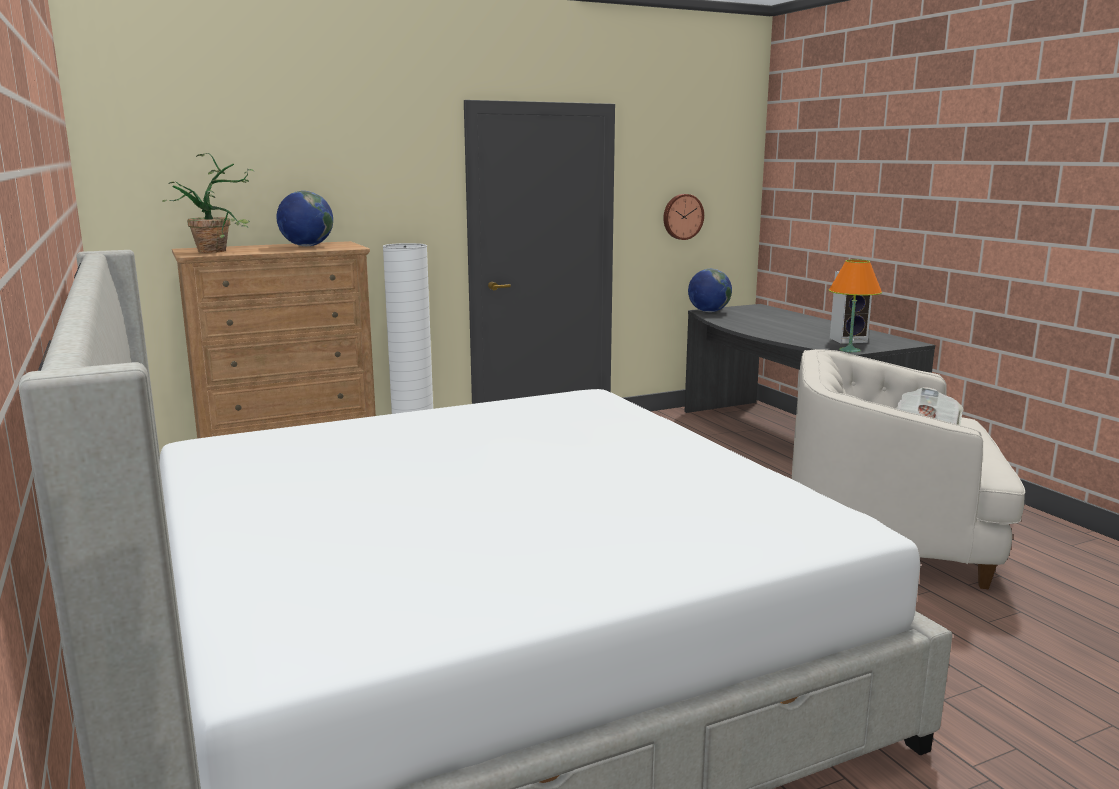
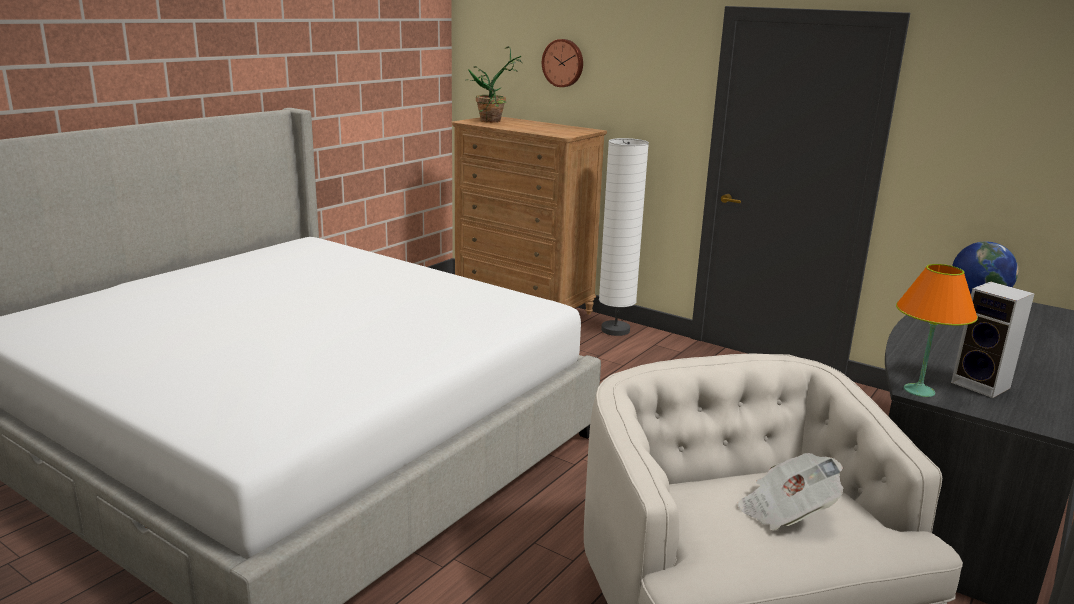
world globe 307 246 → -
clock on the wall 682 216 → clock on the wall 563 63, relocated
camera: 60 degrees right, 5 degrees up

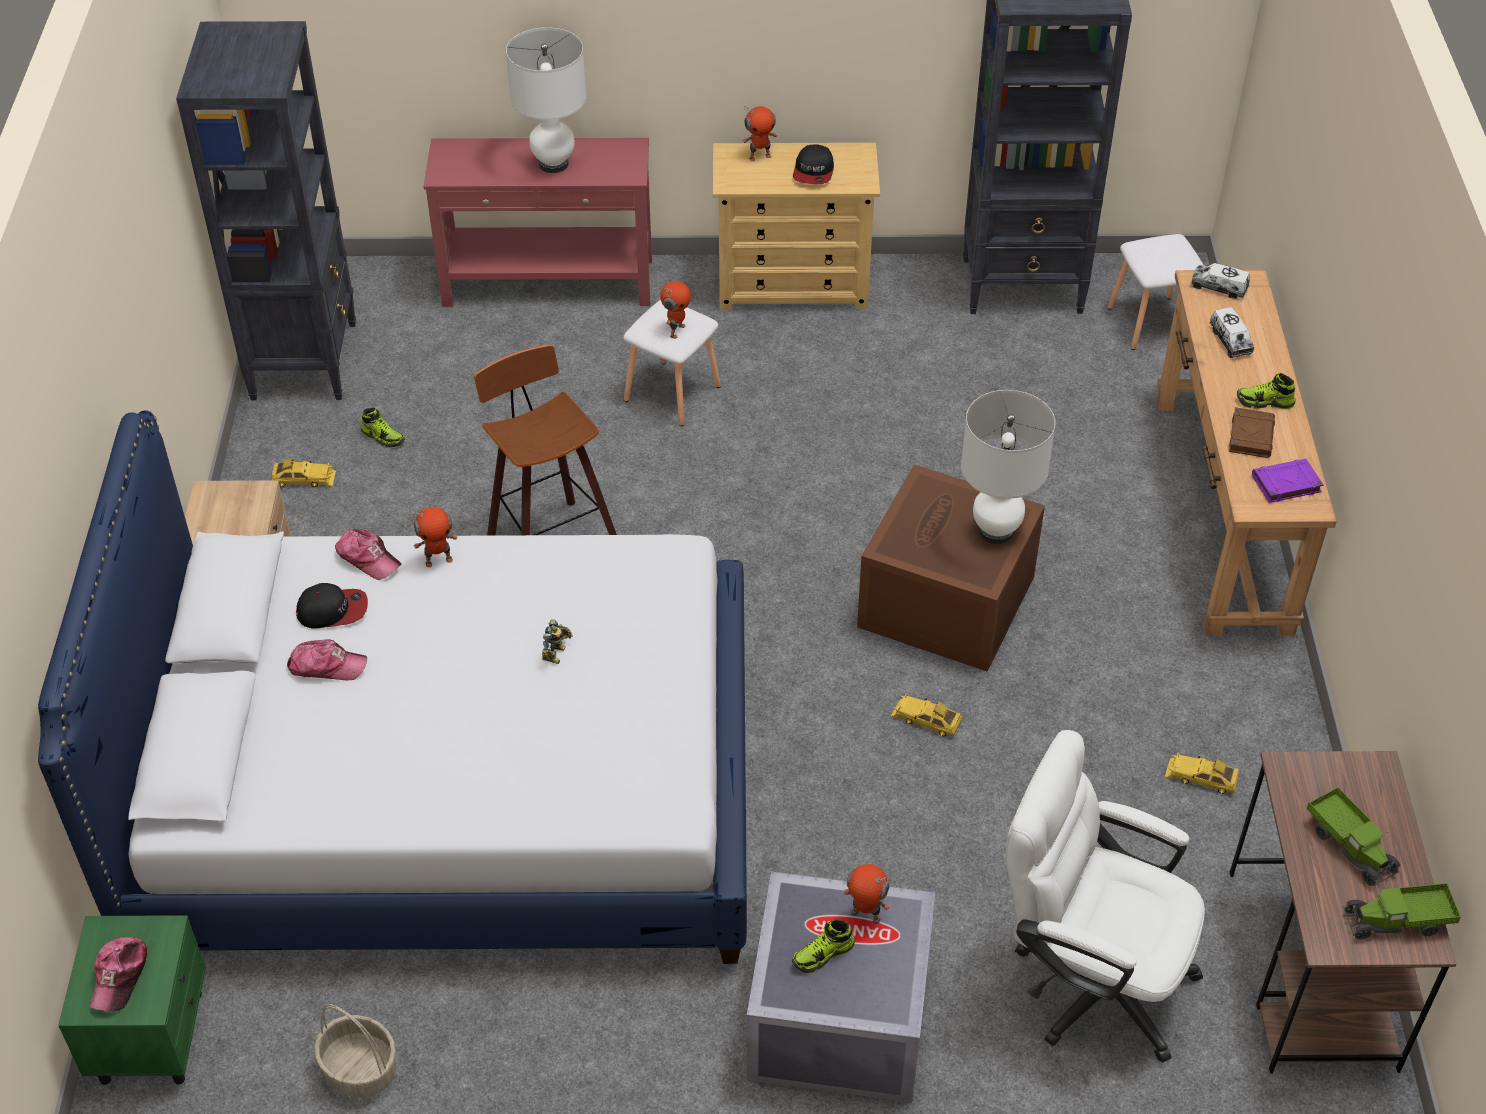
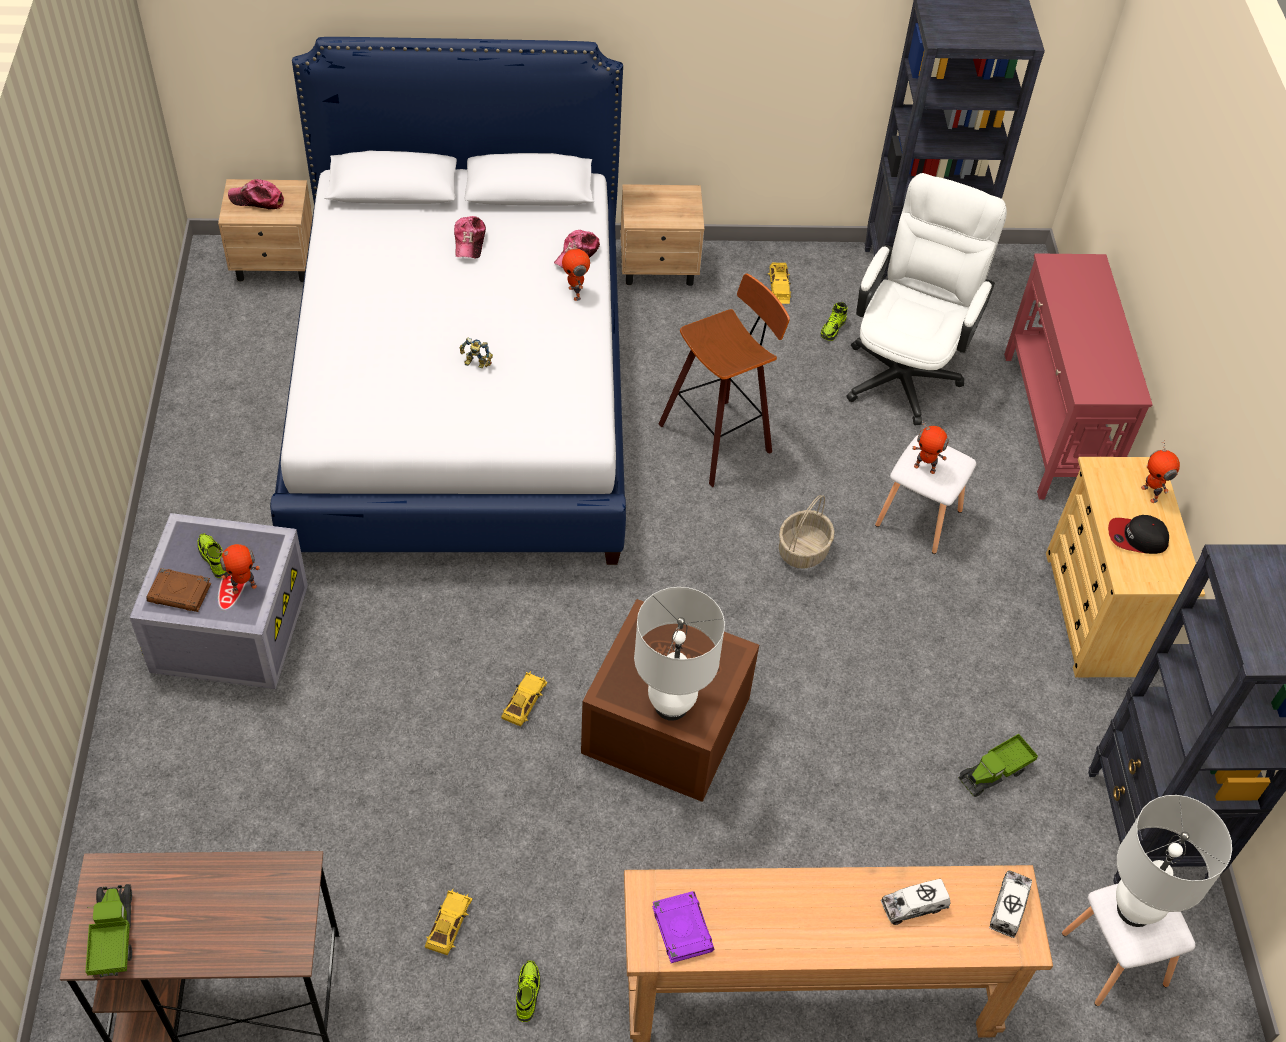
white tabletop lamp 553 164 → white tabletop lamp 1134 910, relocated
low shoe 1264 402 → low shoe 527 993, relocated
brown book 1250 436 → brown book 180 593, relocated
peaked cap 333 610 → -
white computer chair 1087 978 → white computer chair 905 369, relocated
model truck 1350 845 → model truck 995 772, relocated
robot figure 865 917 → robot figure 244 586, 45 degrees clockwise
greenish nightstand 152 1034 → beige nightstand 275 263
household basket 359 1070 → household basket 803 550, relocated
camera: 85 degrees right, 5 degrees up

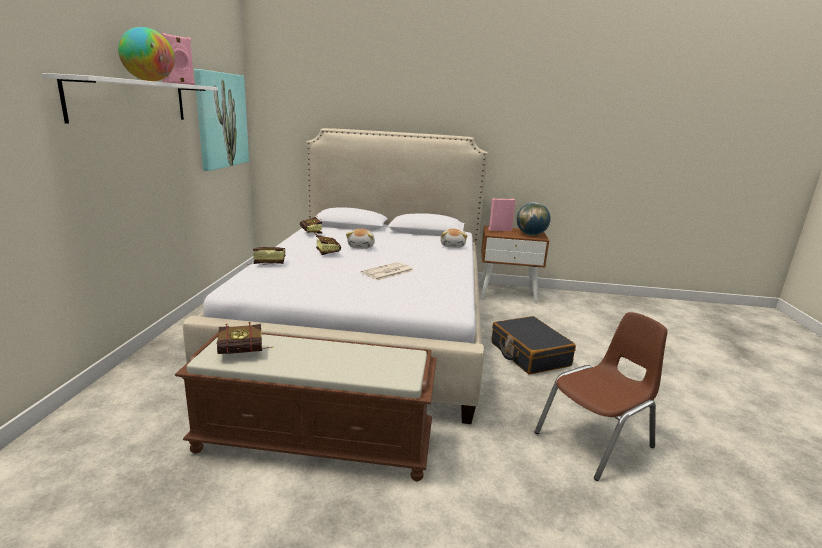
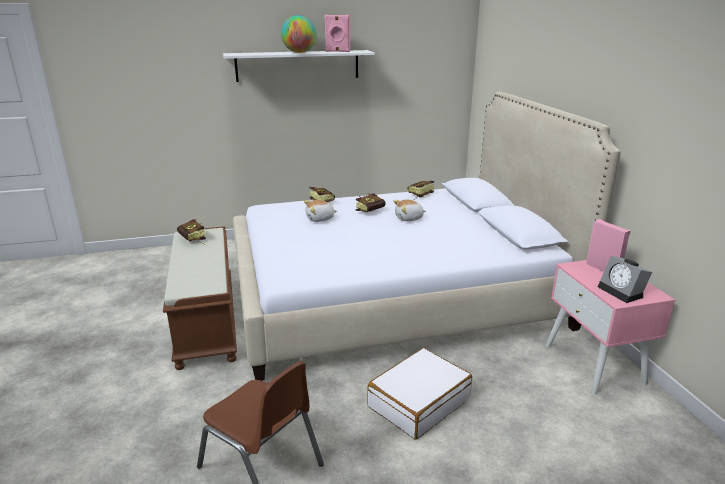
wall art 221 120 → -
world globe 531 234 → table clock 622 292
brown nightstand 507 293 → pink-coloured nightstand 594 363
plush toy 453 246 → plush toy 320 219, relocated
printed paper 387 272 → -
black travel case 529 354 → white travel case 418 402
camera: 70 degrees right, 5 degrees up

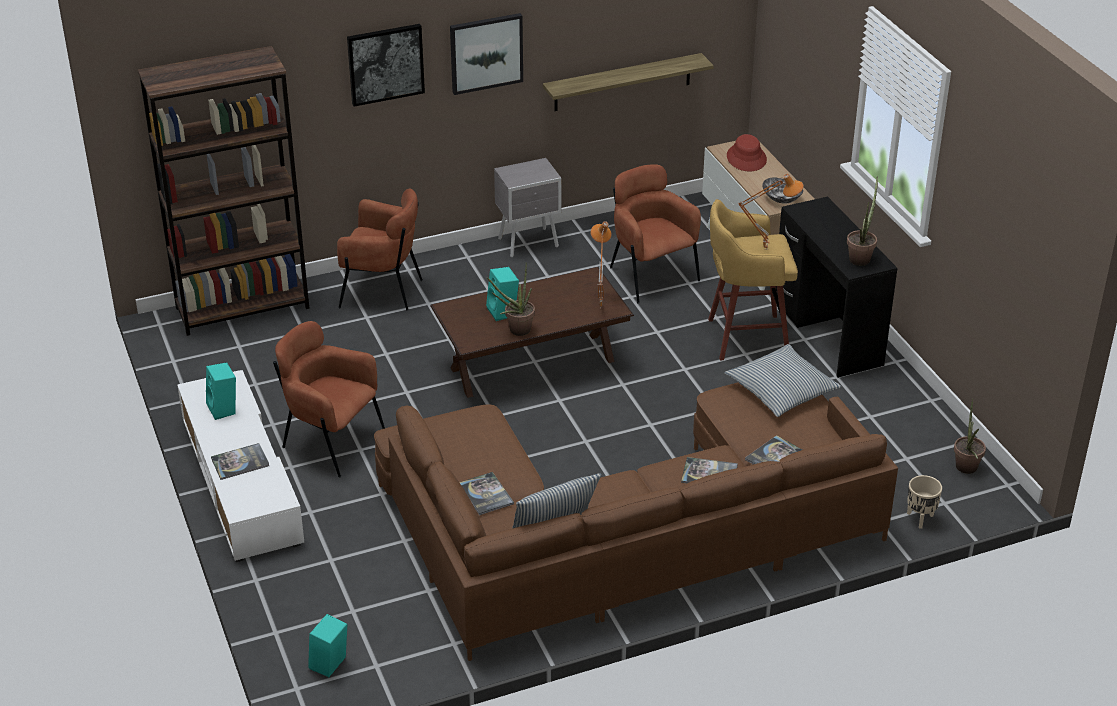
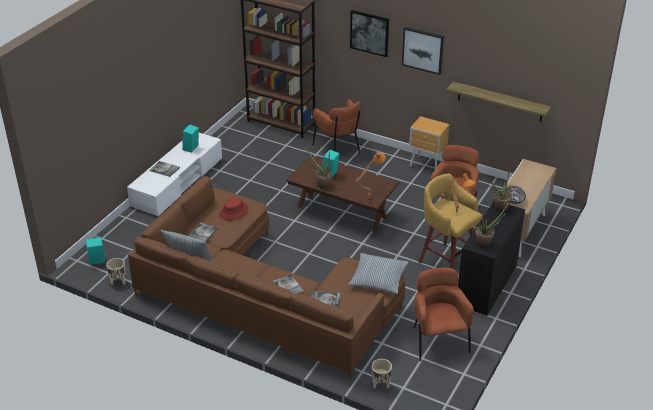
reddish hat 746 158 → reddish hat 234 212, relocated
gray nightstand 530 243 → brown nightstand 427 165
brown armchair 331 441 → brown armchair 437 340, relocated
potted plant 966 470 → potted plant 499 209, relocated
- → beige planter 118 282
camera: 50 degrees right, 0 degrees up

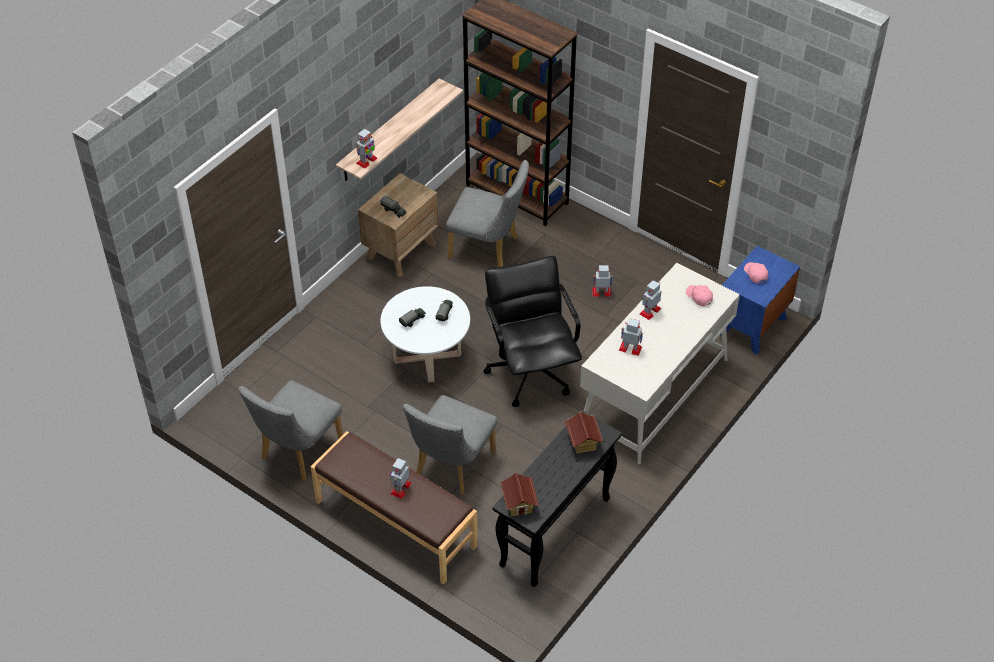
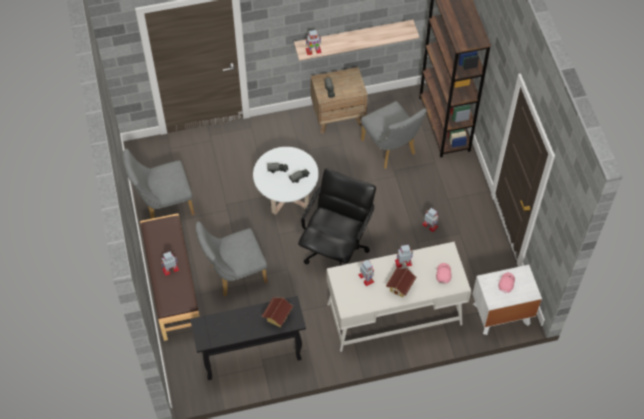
bluish nightstand 751 326 → white nightstand 501 314
miniature house 519 504 → miniature house 400 287, relocated
camera: 40 degrees right, 10 degrees up

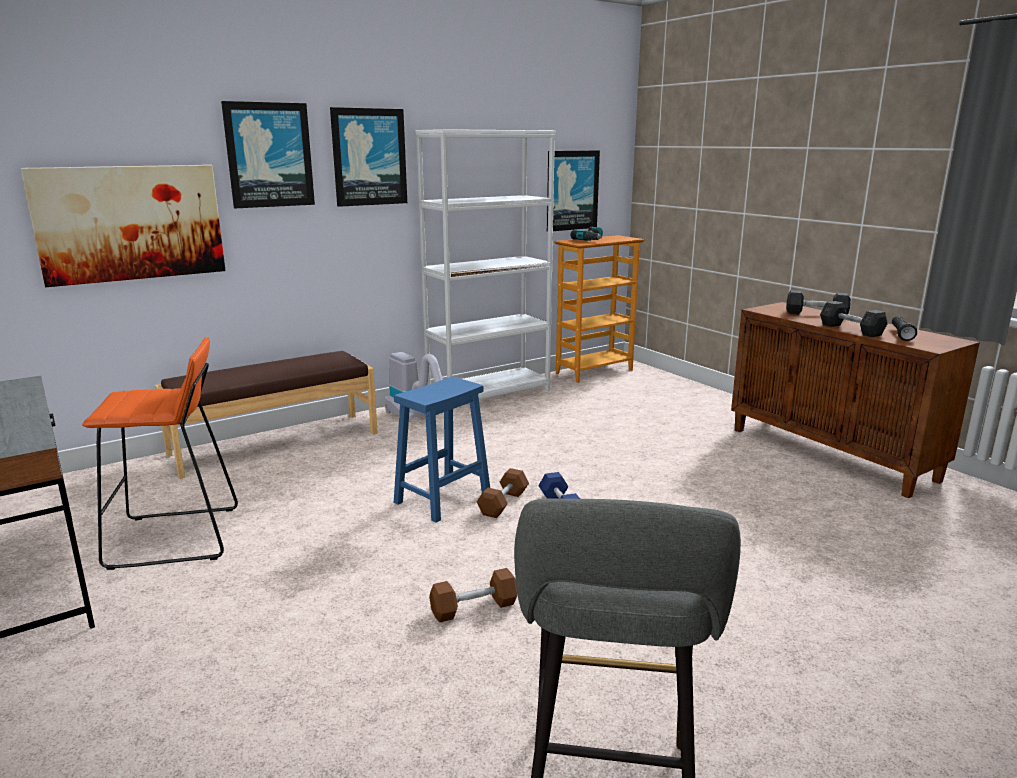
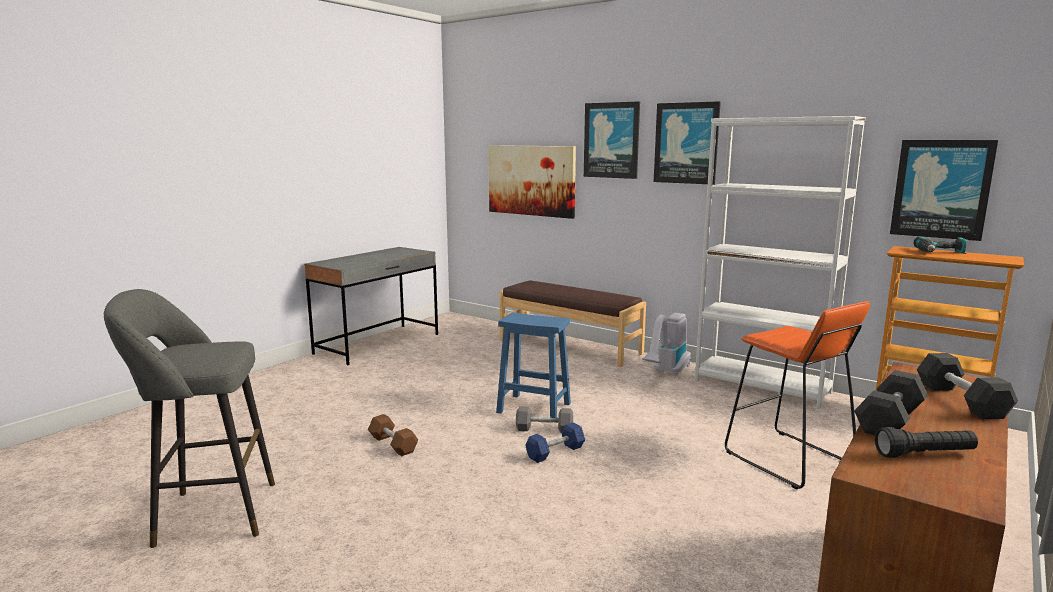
orangey stool 176 538 → orangey stool 788 459, relocated
brown dumbbell 503 503 → gray dumbbell 544 429
camera: 70 degrees right, 5 degrees down

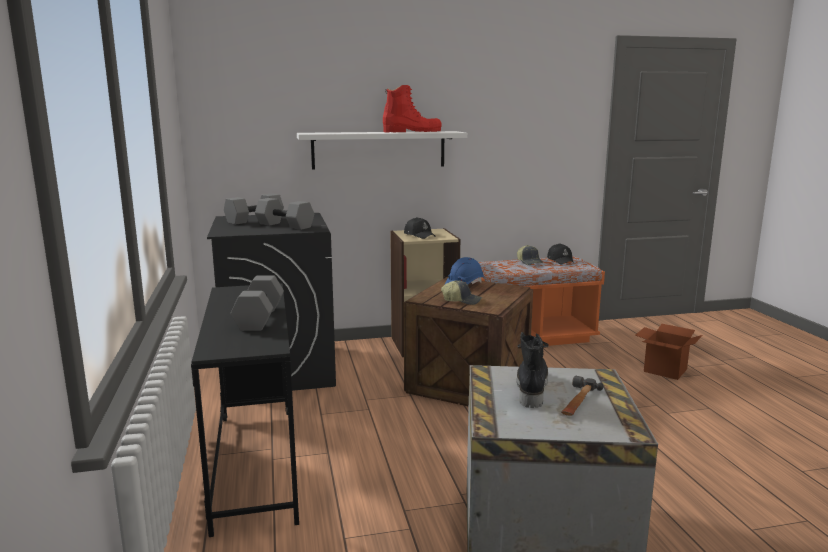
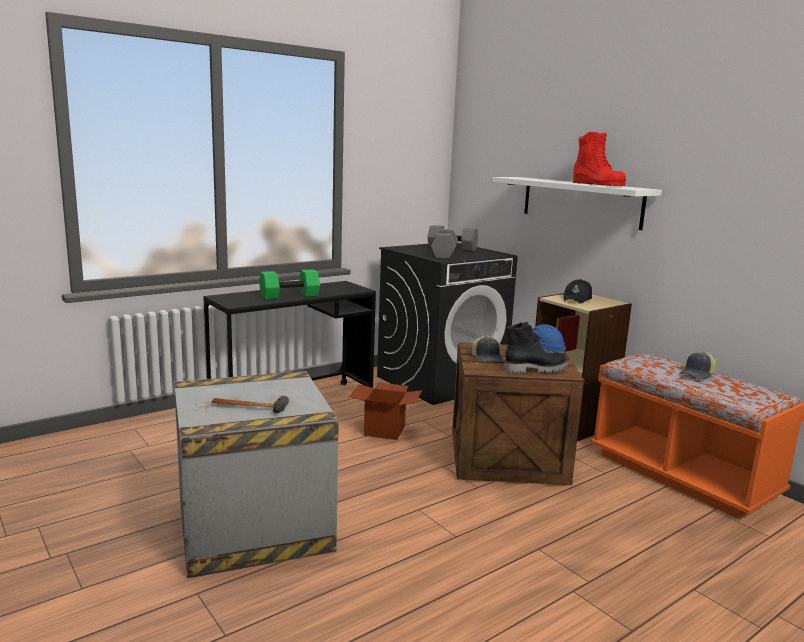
black peaked cap 560 260 → -
gray dumbbell 258 317 → greenish dumbbell 290 295
carton 665 370 → carton 384 430, relocated
black boot 530 388 → black boot 534 369, relocated
camera: 65 degrees right, 0 degrees up

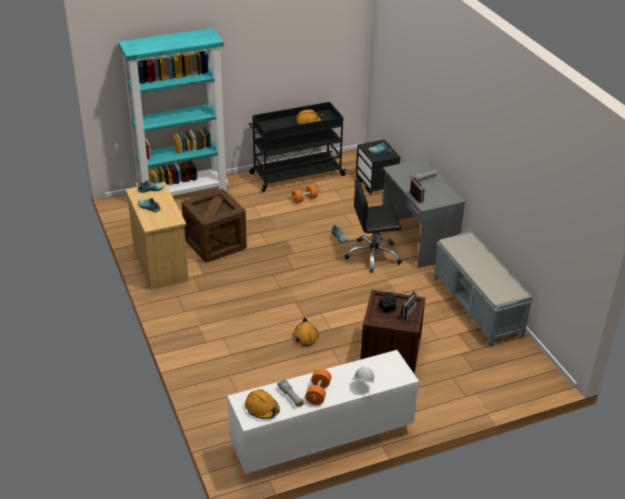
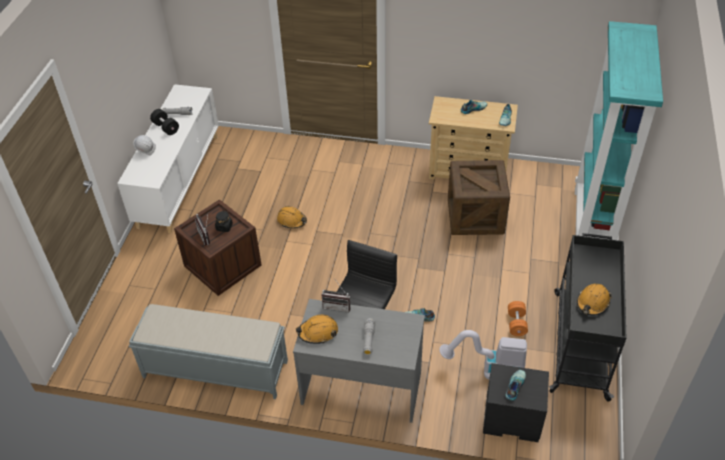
orangey dumbbell 318 393 → black dumbbell 166 128
orangey safety helmet 262 408 → orangey safety helmet 318 332, relocated
- → hoover 488 371
camera: 125 degrees right, 10 degrees up

